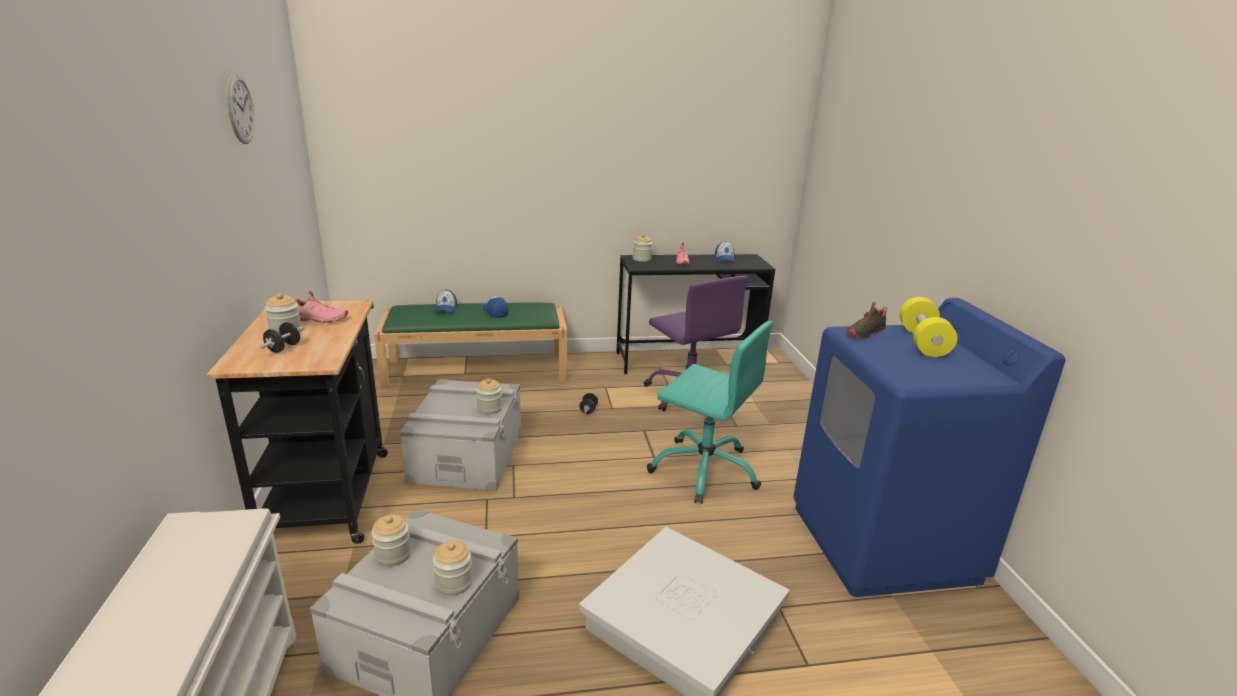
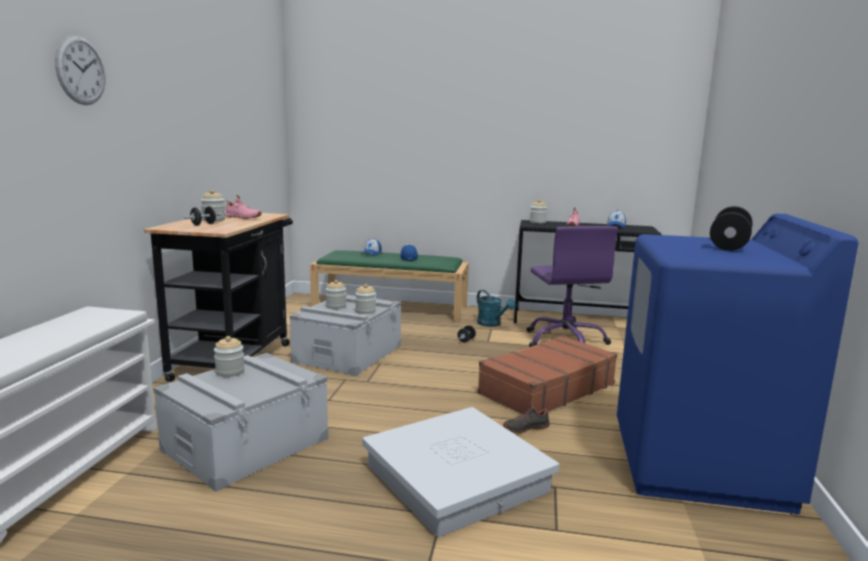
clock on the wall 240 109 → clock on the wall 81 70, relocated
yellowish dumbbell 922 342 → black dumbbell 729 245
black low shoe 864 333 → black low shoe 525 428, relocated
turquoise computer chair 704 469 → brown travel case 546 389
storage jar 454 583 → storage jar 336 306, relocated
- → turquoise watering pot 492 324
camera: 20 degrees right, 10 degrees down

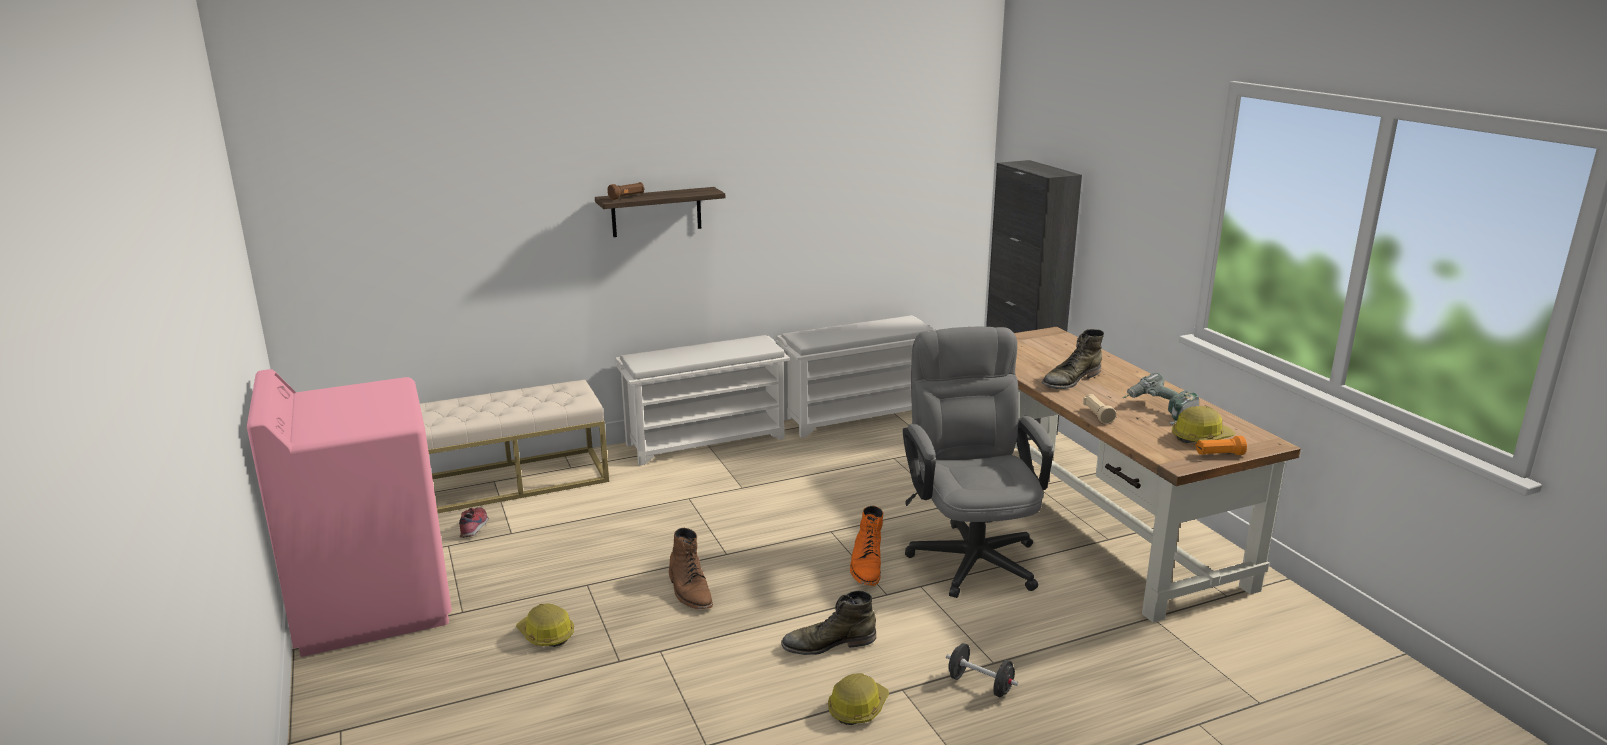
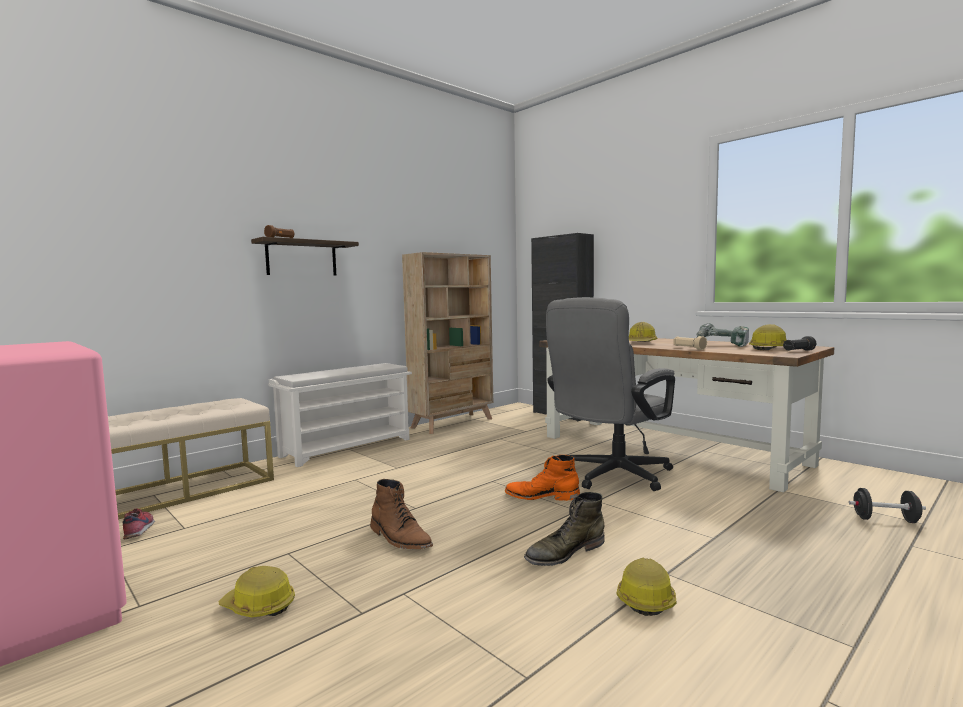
white shoe stand 857 415 → beige bookcase 453 423
gray computer chair 970 553 → gray computer chair 611 477, 105 degrees counterclockwise
greenish boot 1070 380 → safety helmet 641 343
orangey torch 1219 455 → black torch 798 351
orangey boot 866 566 → orangey boot 542 496, 120 degrees clockwise
black dumbbell 980 684 → black dumbbell 885 520, relocated
camera: 20 degrees left, 15 degrees down

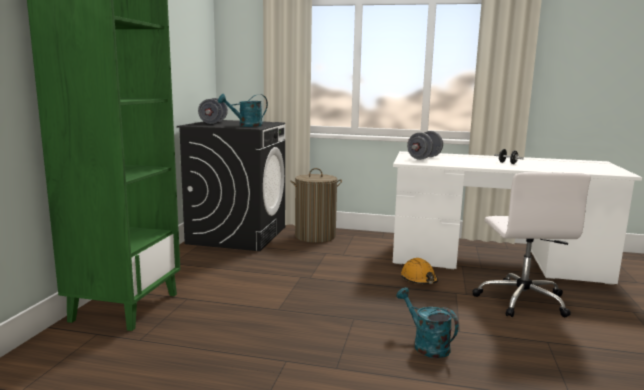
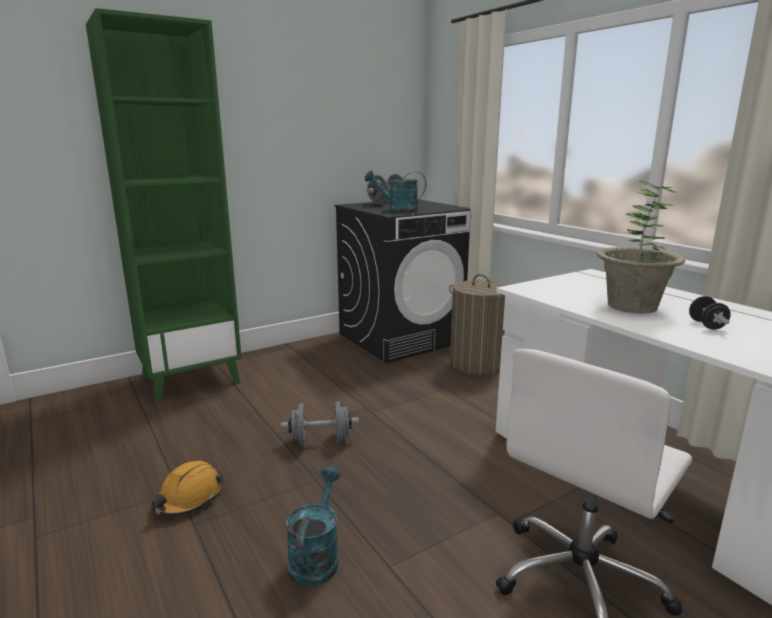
gray dumbbell 424 158 → gray dumbbell 321 441, relocated
orangey safety helmet 419 280 → orangey safety helmet 188 498, relocated
- → potted plant 632 306
camera: 45 degrees right, 5 degrees up

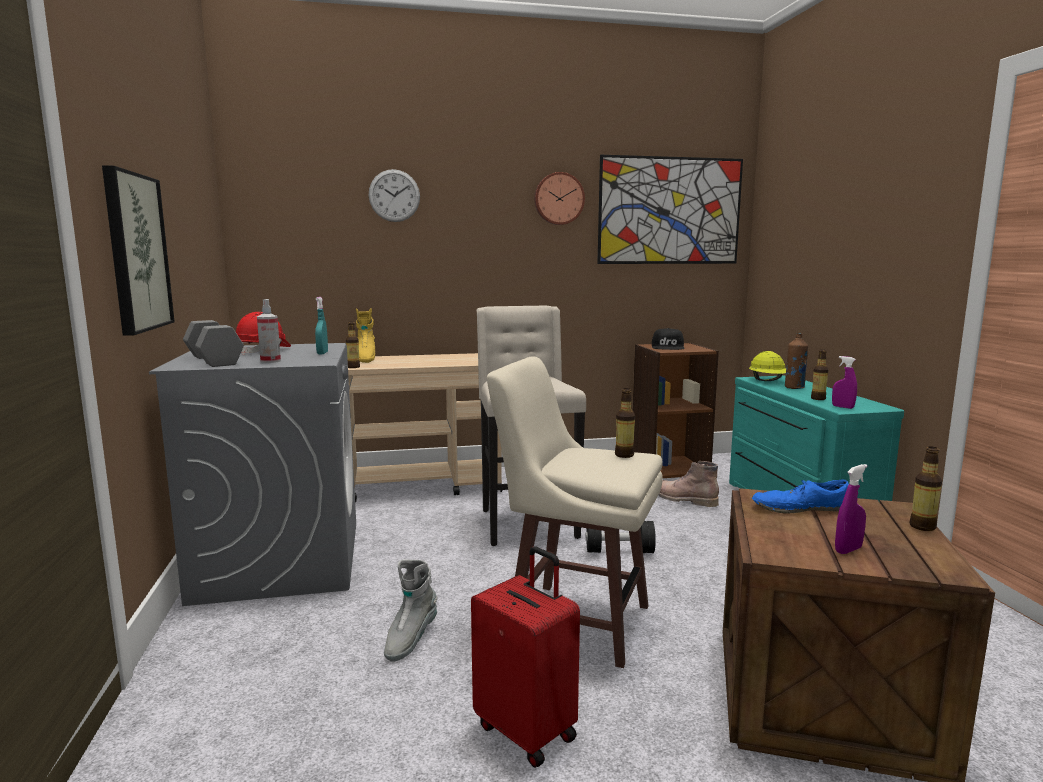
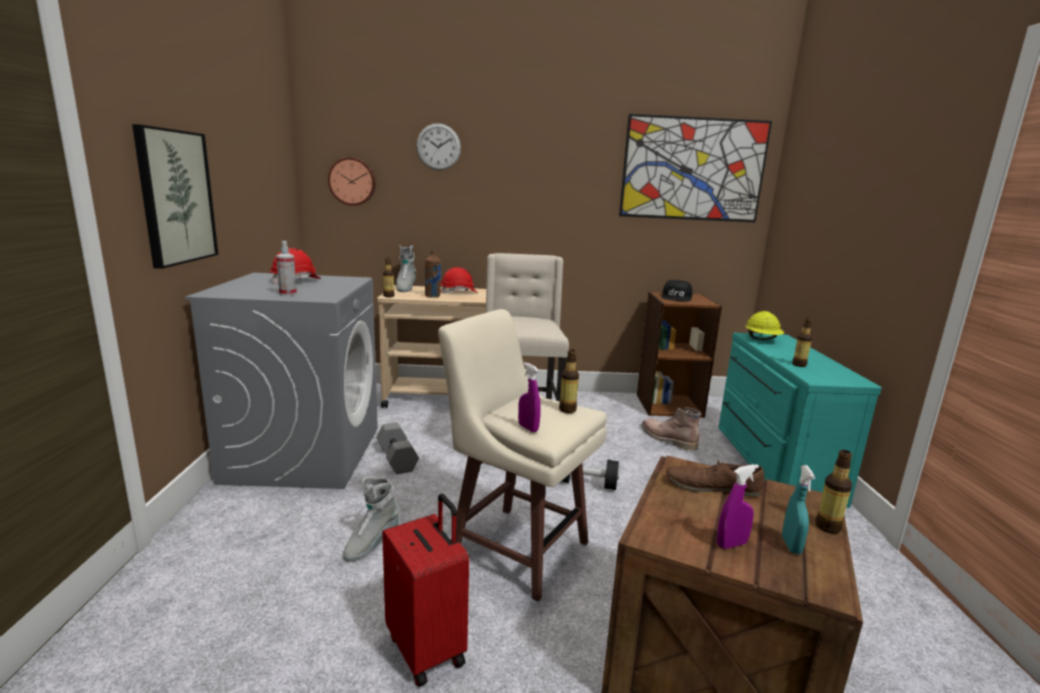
clock on the wall 558 199 → clock on the wall 352 181, relocated
turquoise spray bottle 322 353 → turquoise spray bottle 791 545, relocated
yellowish boot 365 359 → gray boot 405 288
gray dumbbell 215 360 → gray dumbbell 398 459, relocated
brown drink bottle 794 388 → brown drink bottle 432 296, relocated
purple-coloured spray bottle 842 407 → purple-coloured spray bottle 528 428, relocated
bluish low shoe 799 508 → brown low shoe 712 487
- → reddish safety helmet 459 292
camera: 10 degrees right, 5 degrees up

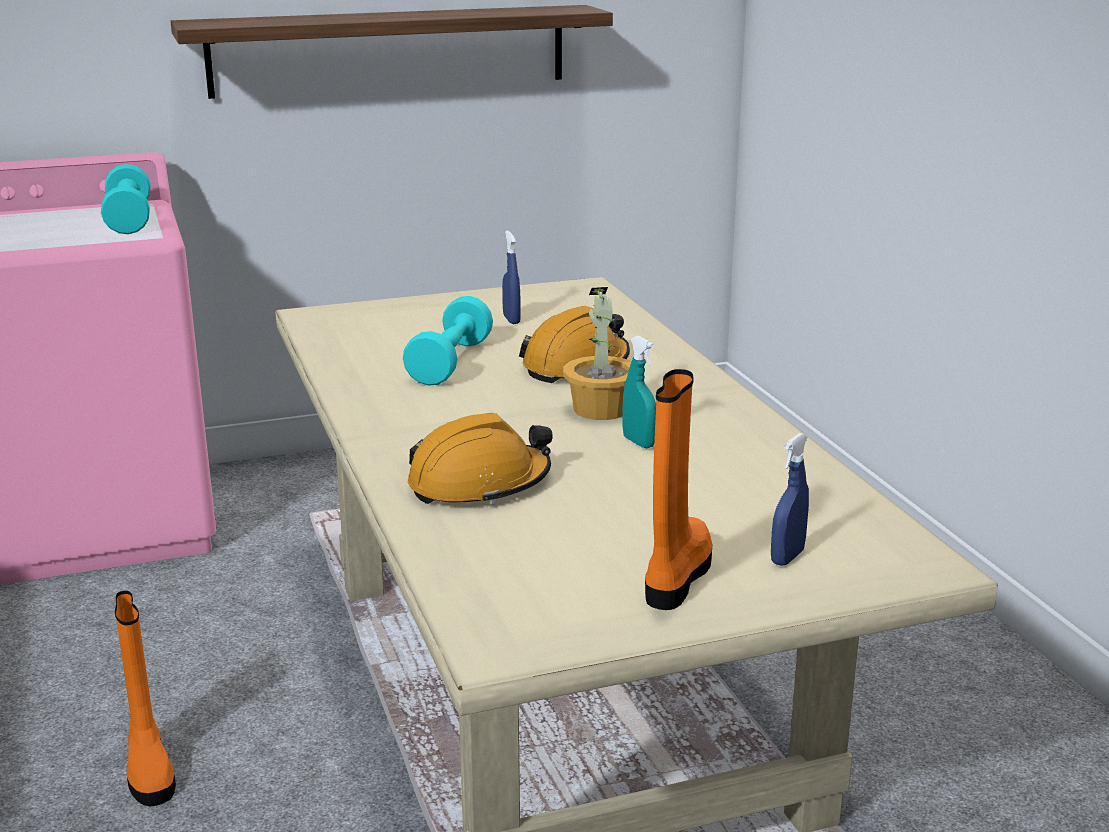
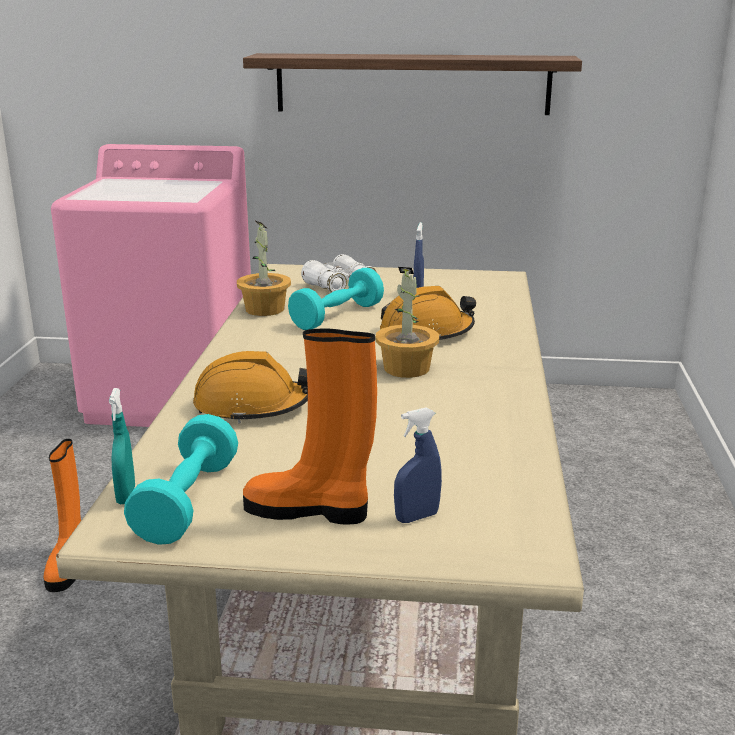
turquoise dumbbell 129 220 → turquoise dumbbell 187 502, relocated
turquoise spray bottle 638 442 → turquoise spray bottle 126 495, relocated
orangey boot 676 576 → orangey boot 309 510, 120 degrees counterclockwise
- → potted plant 264 309
- → white pair of binoculars 339 286
camera: 25 degrees right, 0 degrees up

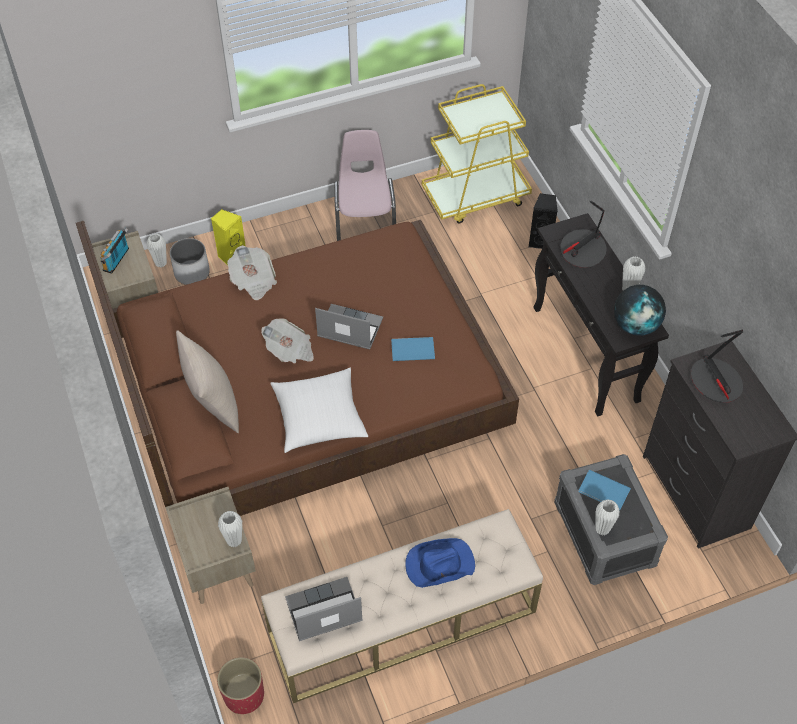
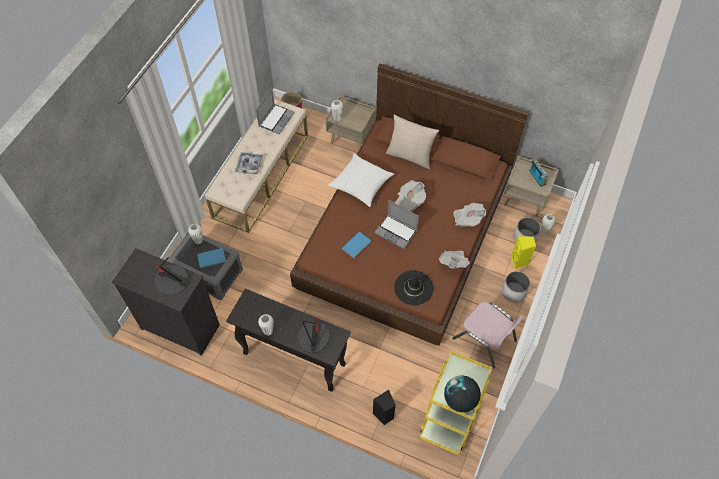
world globe 635 325 → world globe 460 400, relocated
notebook computer 349 328 → notebook computer 396 231, 60 degrees clockwise
bluish hat 439 564 → tray 249 165
- → printed paper 454 263
- → black hat 413 288
- → white planter 514 292
camera: 135 degrees right, 5 degrees up

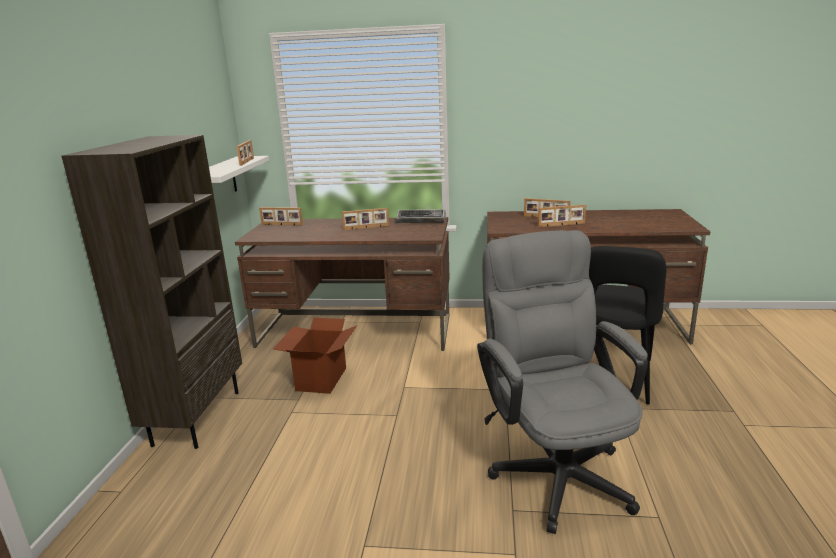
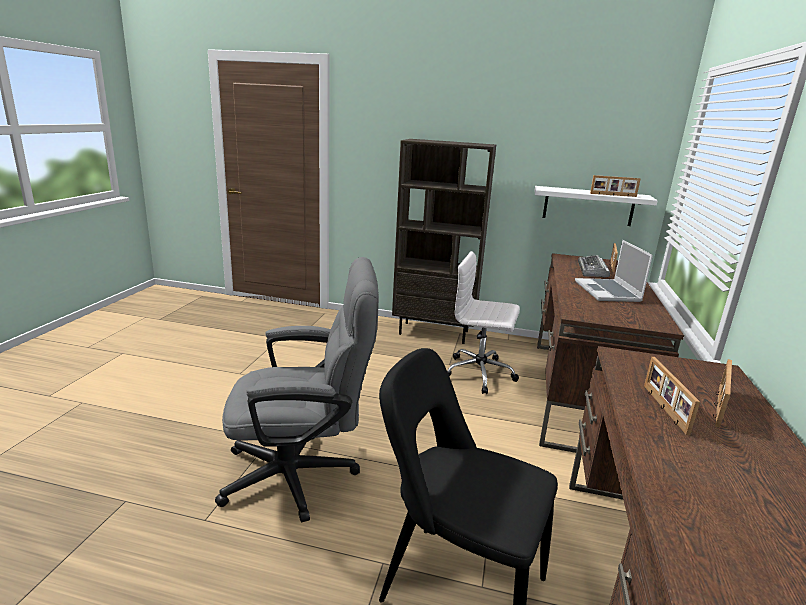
picture frame 366 228 → notebook computer 608 292
keyboard 421 220 → keyboard 592 270, relocated
carton 320 379 → white computer chair 480 374
camera: 95 degrees right, 0 degrees up

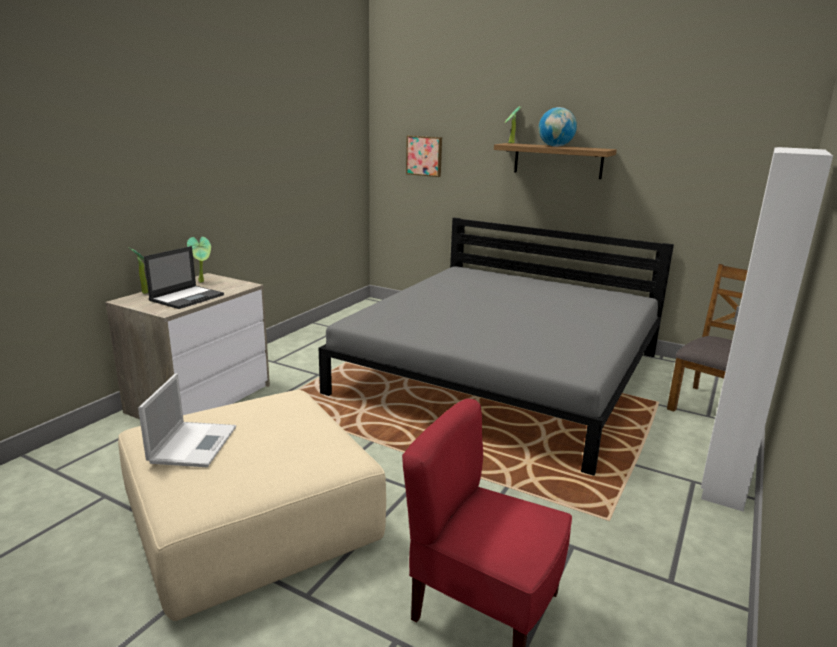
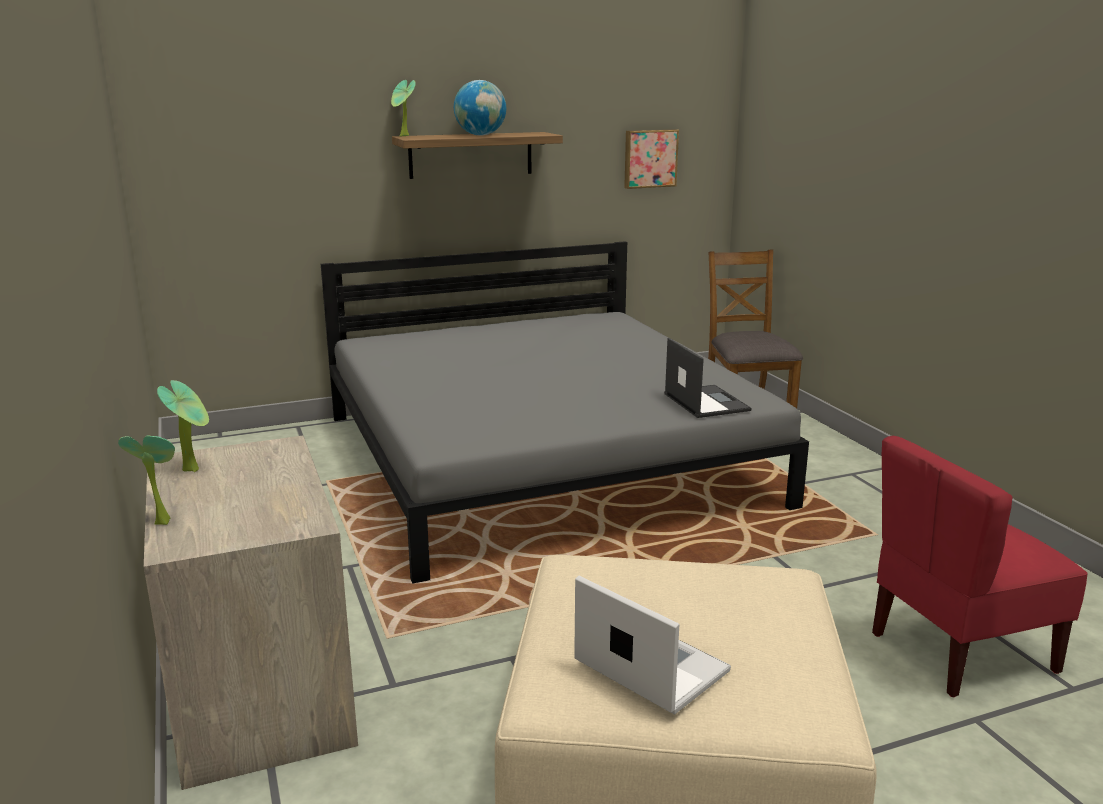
wall art 424 156 → wall art 650 158, relocated
white clothes cupboard 723 481 → -
notebook computer 187 297 → notebook computer 705 402, relocated
camera: 50 degrees left, 0 degrees up

